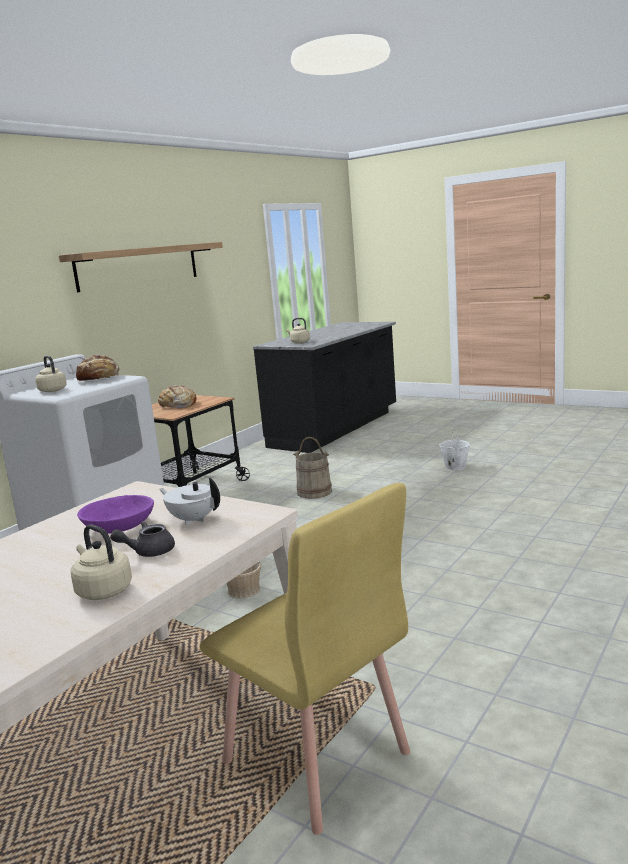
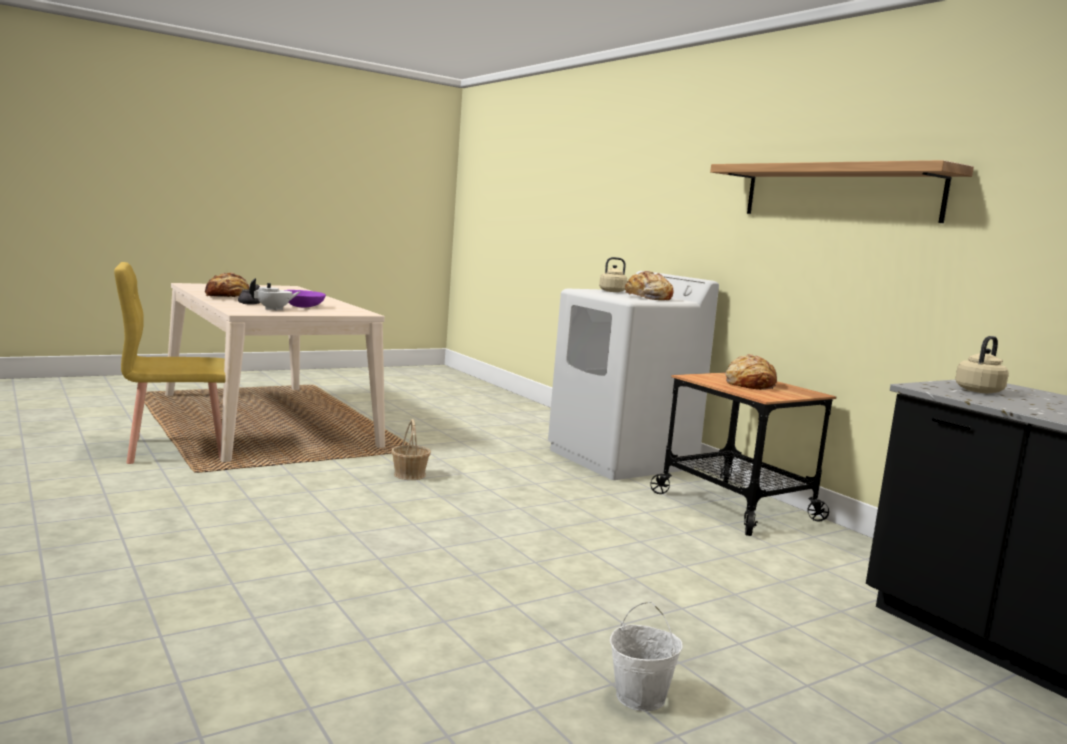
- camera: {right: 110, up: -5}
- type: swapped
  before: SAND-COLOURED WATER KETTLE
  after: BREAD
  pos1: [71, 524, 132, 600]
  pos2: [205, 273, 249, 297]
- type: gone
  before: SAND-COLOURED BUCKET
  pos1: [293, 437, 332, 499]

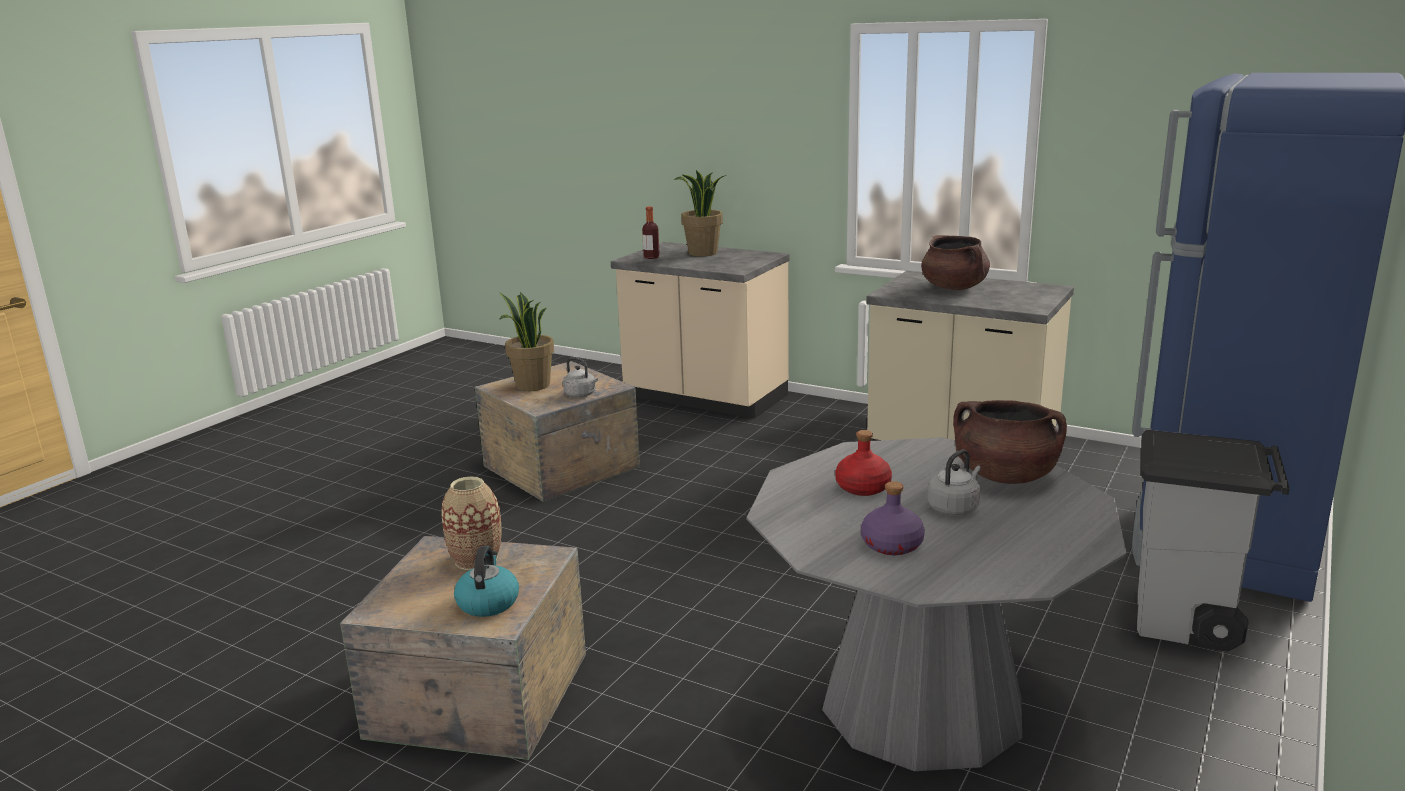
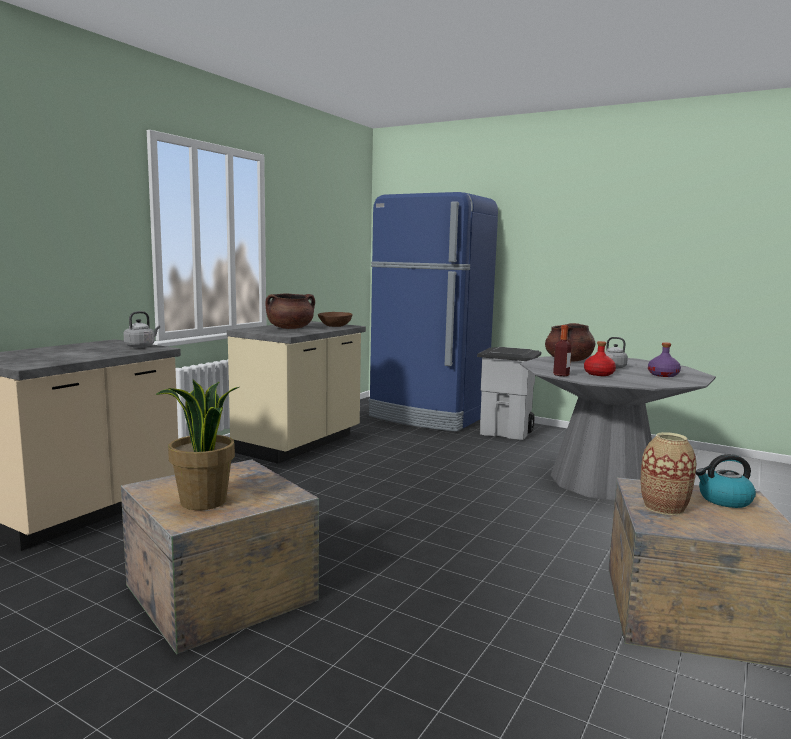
- camera: {right: -90, up: -10}
- type: shifted
  before: GREY WATER KETTLE
  pos1: [563, 357, 598, 397]
  pos2: [123, 311, 160, 348]
- type: shifted
  before: DRINK BOTTLE
  pos1: [642, 206, 660, 259]
  pos2: [553, 325, 571, 376]
- type: gone
  before: POTTED PLANT
  pos1: [673, 170, 726, 257]
- type: new
  after: BROWNISH DEEP DISH
  pos2: [318, 312, 353, 327]

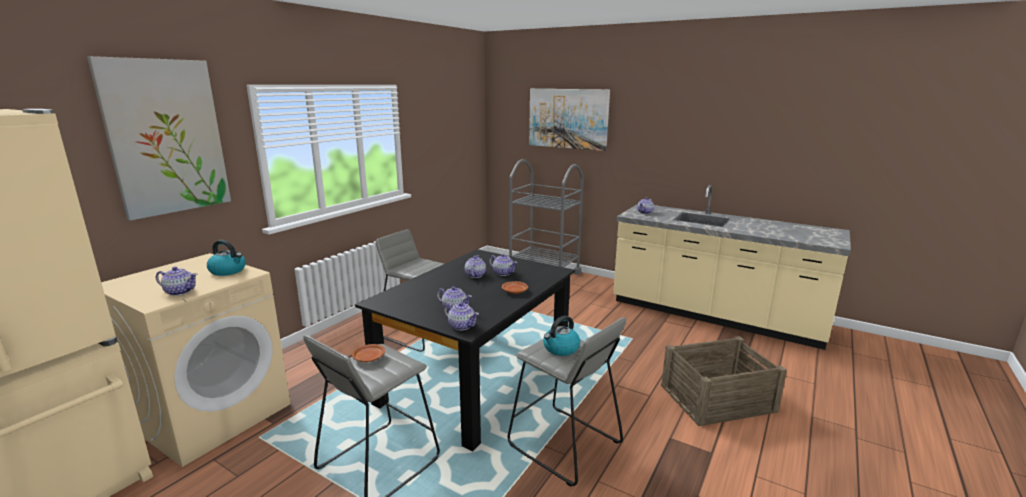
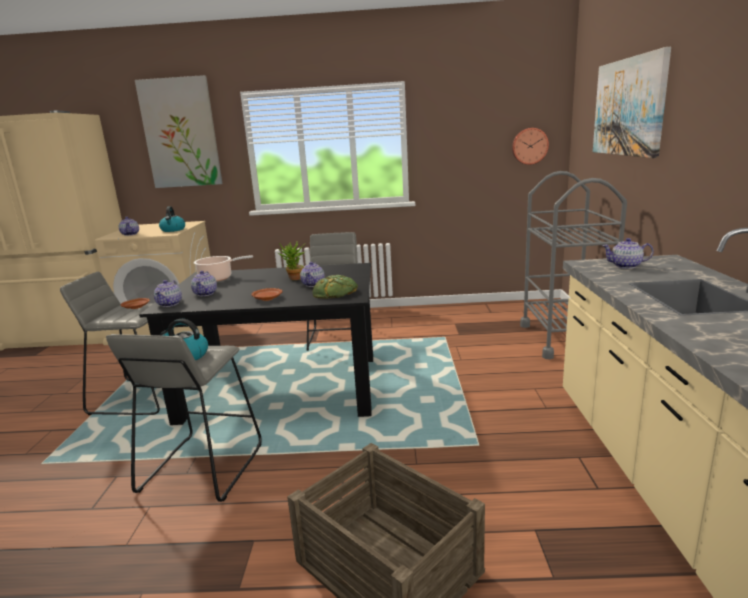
- camera: {right: 60, up: 0}
- type: swapped
  before: TEA POT
  after: POTTED PLANT
  pos1: [465, 255, 486, 278]
  pos2: [277, 241, 305, 280]
- type: new
  after: STOCKPOT
  pos2: [194, 255, 253, 281]
- type: new
  after: BREAD
  pos2: [313, 275, 358, 299]
- type: new
  after: WALL CLOCK
  pos2: [512, 128, 549, 165]

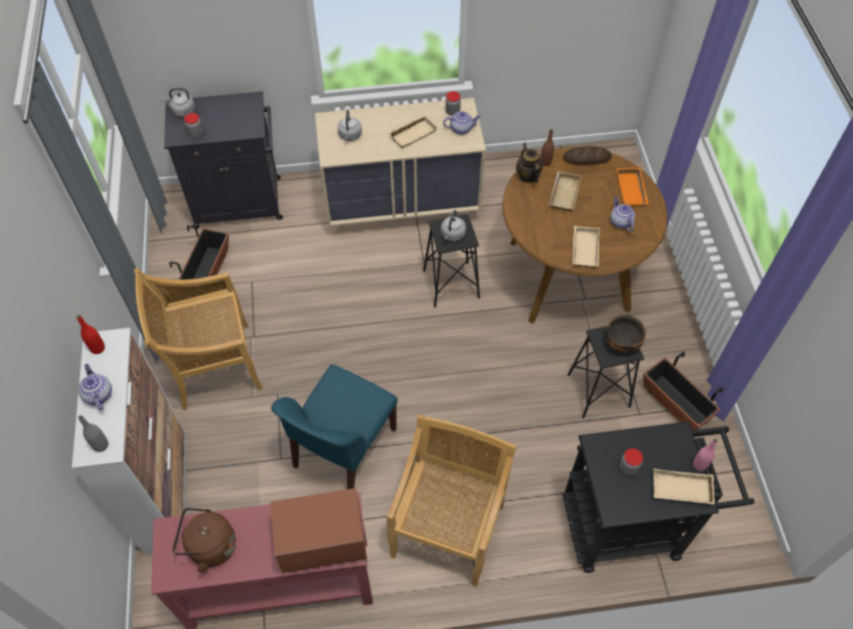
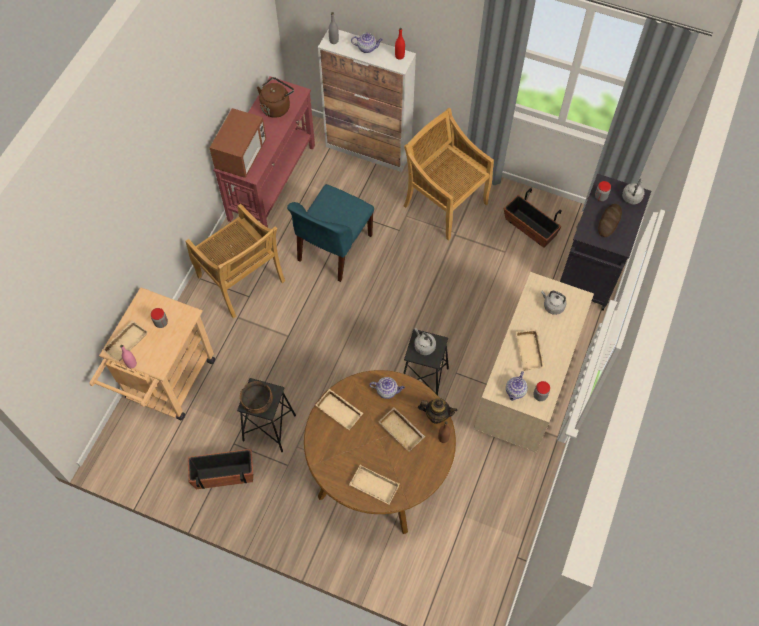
- camera: {right: 120, up: 5}
- type: rotated
  before: SAND-COLOURED CHAIR
  pos1: [134, 268, 263, 410]
  pos2: [404, 108, 494, 241]
  turn: -60
- type: rotated
  before: BLUE-COLOURED CHAIR
  pos1: [271, 364, 398, 489]
  pos2: [287, 184, 374, 282]
  turn: -120
- type: repainted
  before: BLACK WHEELED CART
  after: SAND-COLOURED WHEELED CART
  pos1: [562, 421, 755, 573]
  pos2: [89, 287, 215, 420]
- type: shifted
  before: BREAD
  pos1: [563, 146, 612, 165]
  pos2: [598, 204, 622, 237]
- type: shifted
  before: TEA POT
  pos1: [610, 197, 635, 232]
  pos2: [369, 377, 405, 399]
- type: repainted
  before: ORANGEY SERVING TRAY
  after: SAND-COLOURED SERVING TRAY
  pos1: [617, 168, 649, 207]
  pos2: [349, 465, 400, 505]

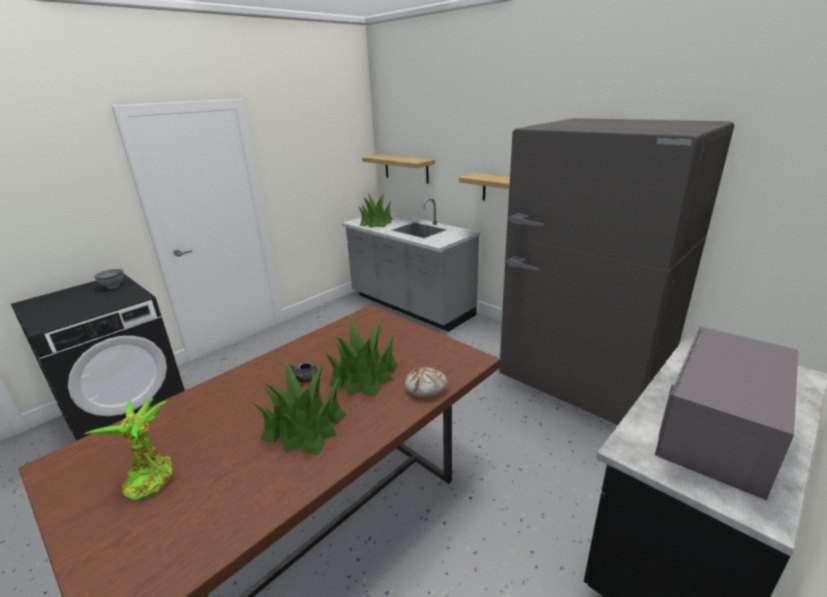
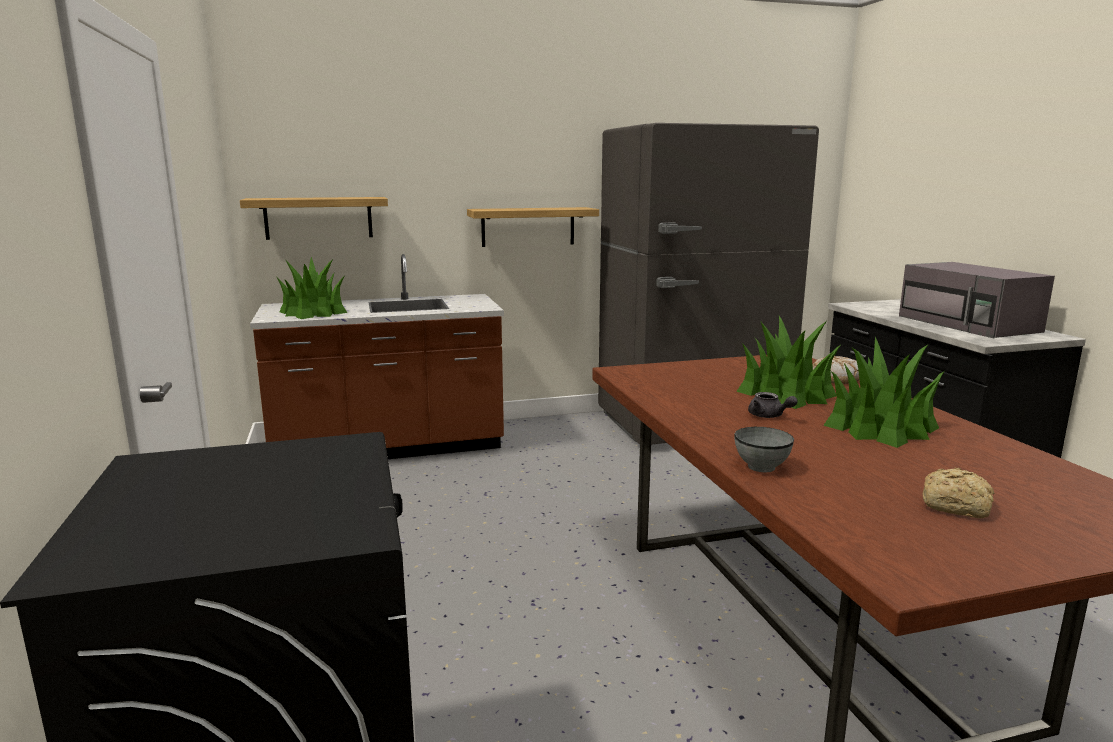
- camera: {right: -60, up: -10}
- type: swapped
  before: POTTED PLANT
  after: BREAD
  pos1: [85, 398, 174, 501]
  pos2: [923, 468, 994, 518]
- type: shifted
  before: GREY DEEP DISH
  pos1: [95, 269, 124, 289]
  pos2: [734, 427, 794, 472]
- type: repainted
  before: GREY KITCHEN BASE UNIT
  after: BROWNISH KITCHEN BASE UNIT
  pos1: [342, 198, 480, 332]
  pos2: [250, 254, 504, 459]

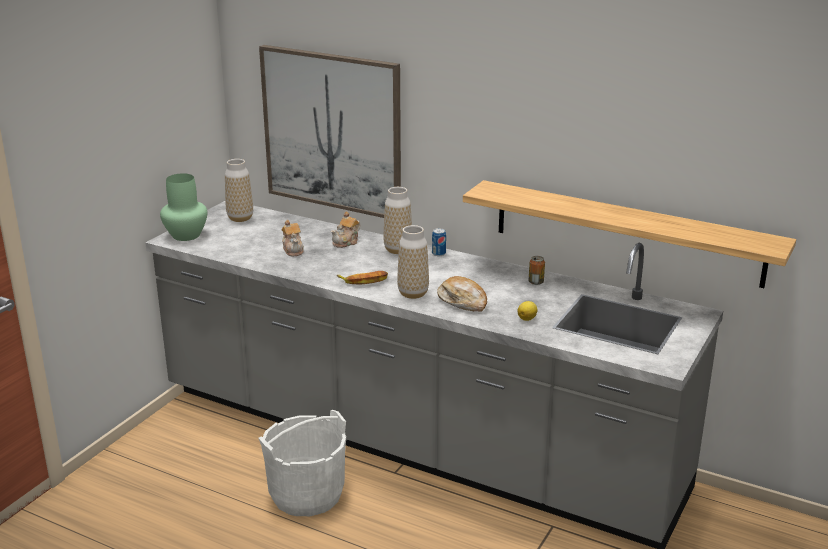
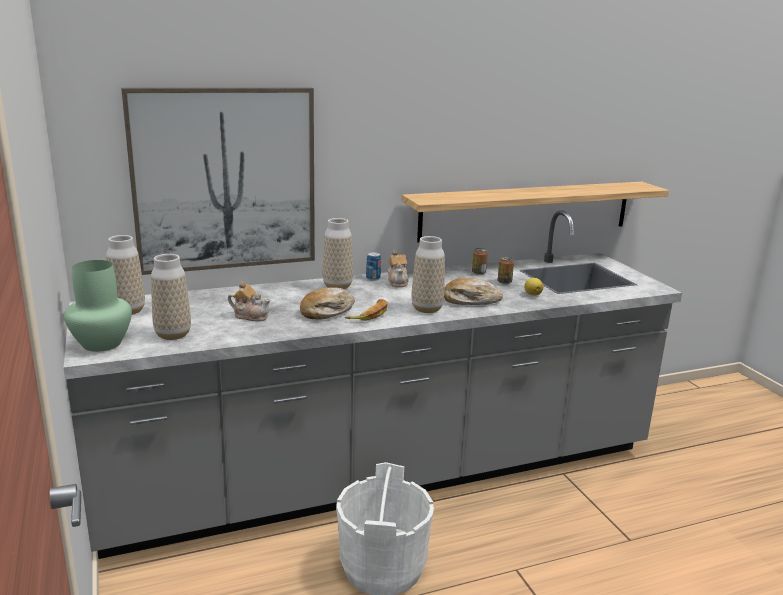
- camera: {right: -50, up: -5}
- type: shifted
  before: TEA POT
  pos1: [331, 212, 360, 248]
  pos2: [388, 250, 409, 287]
- type: new
  after: DECORATIVE VASE
  pos2: [151, 254, 191, 340]
- type: new
  after: BREAD
  pos2: [300, 287, 355, 320]
- type: new
  after: METAL CAN
  pos2: [498, 256, 514, 284]

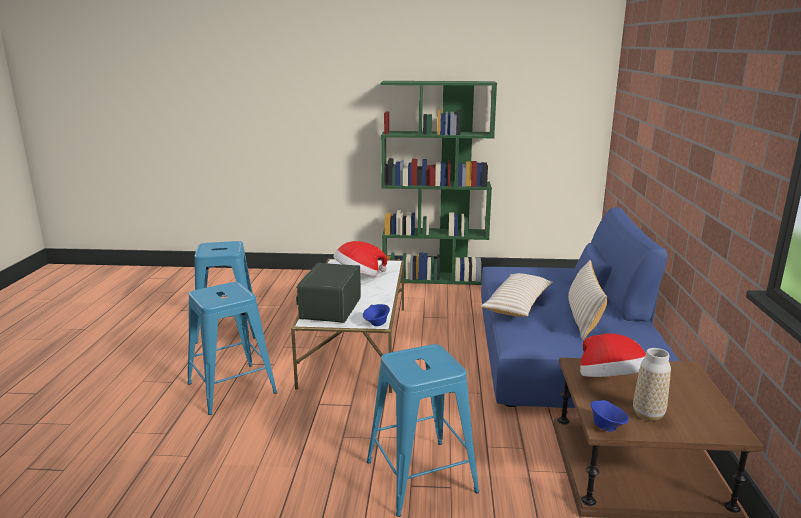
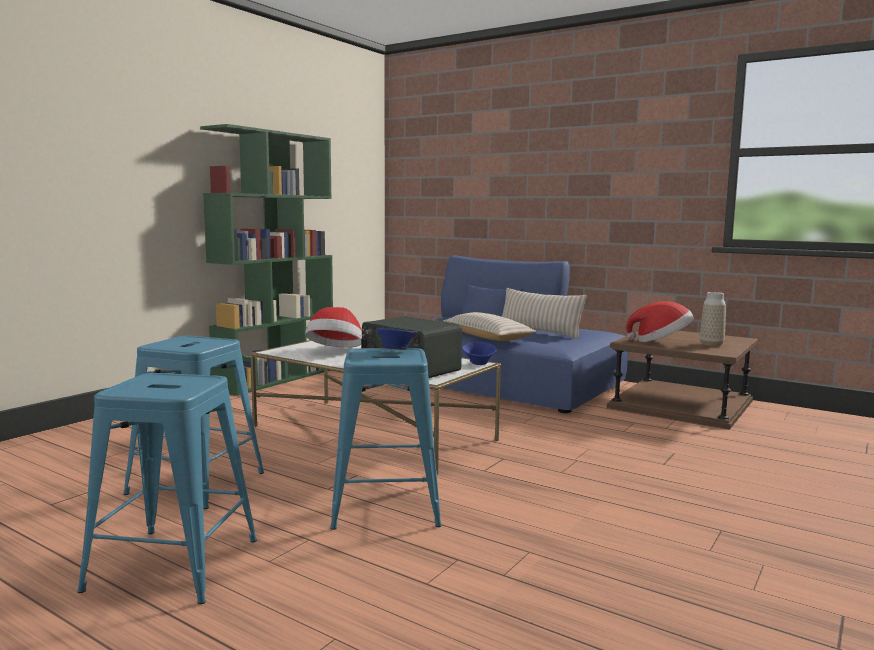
- camera: {right: -60, up: -10}
- type: shifted
  before: BLUE-COLOURED STOOL SEAT
  pos1: [367, 344, 479, 517]
  pos2: [77, 373, 257, 604]
- type: shifted
  before: BLUE-COLOURED DEEP DISH
  pos1: [590, 400, 629, 432]
  pos2: [376, 328, 418, 350]

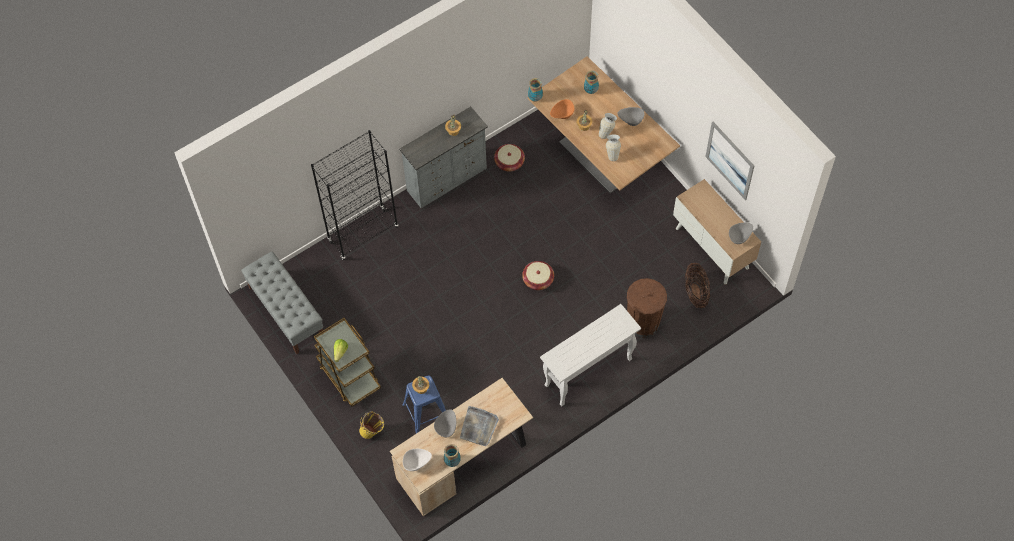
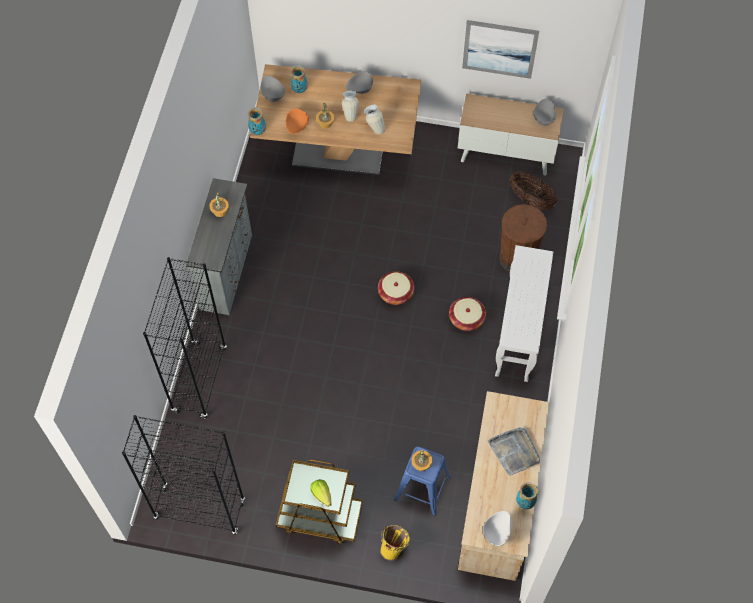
- camera: {right: -45, up: 0}
- type: swapped
  before: GREY LONG SEAT
  after: BLACK SHELVING UNIT
  pos1: [241, 251, 323, 354]
  pos2: [122, 415, 245, 534]
- type: shifted
  before: GREY DEEP DISH
  pos1: [434, 409, 456, 437]
  pos2: [261, 76, 285, 102]
- type: shifted
  before: STORAGE BASKET
  pos1: [494, 144, 525, 171]
  pos2: [449, 297, 486, 331]

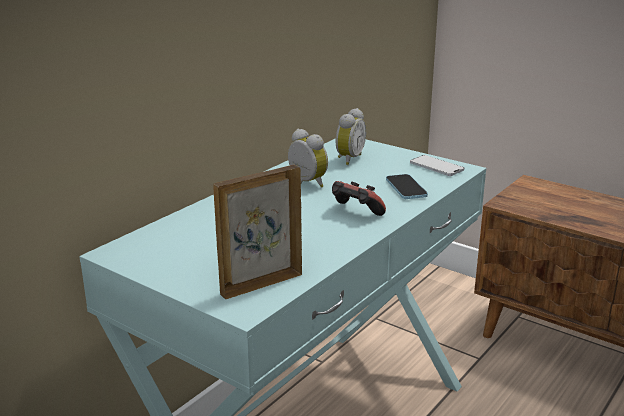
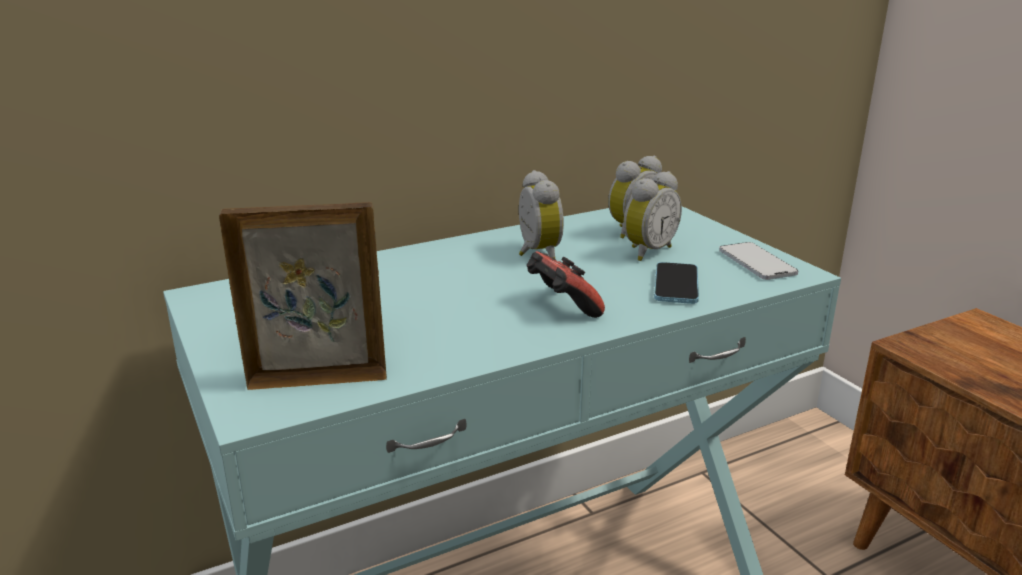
- camera: {right: 25, up: 0}
- type: new
  after: ALARM CLOCK
  pos2: [624, 171, 682, 261]

